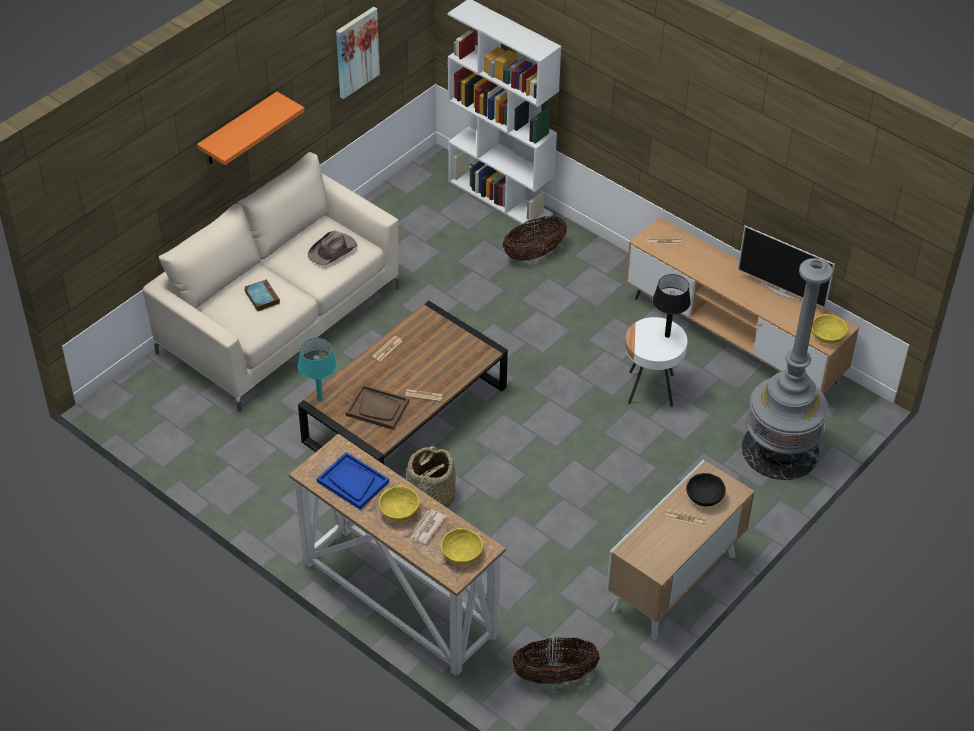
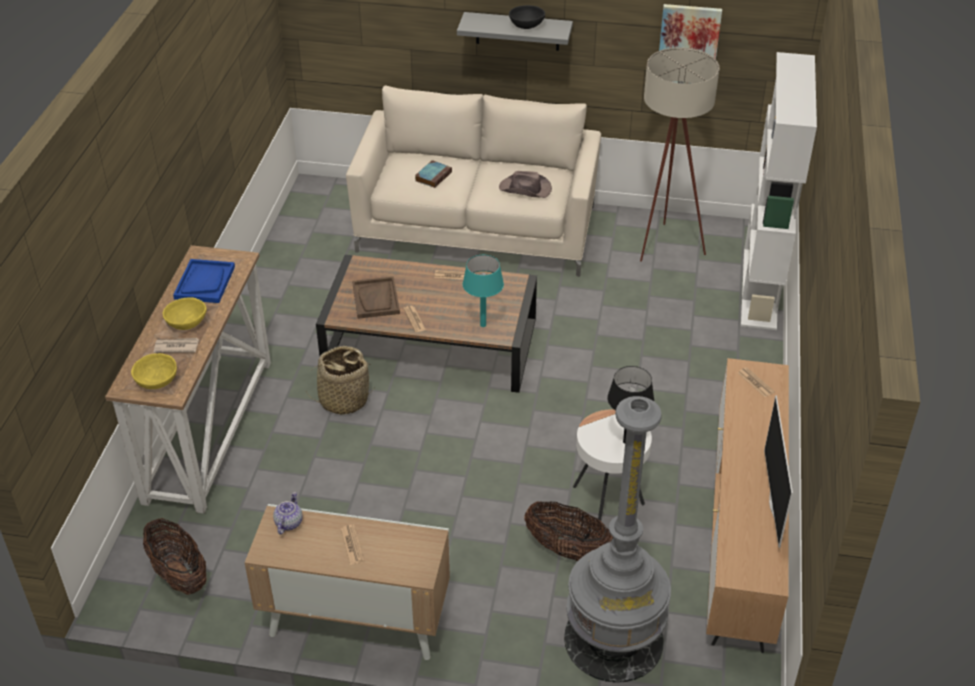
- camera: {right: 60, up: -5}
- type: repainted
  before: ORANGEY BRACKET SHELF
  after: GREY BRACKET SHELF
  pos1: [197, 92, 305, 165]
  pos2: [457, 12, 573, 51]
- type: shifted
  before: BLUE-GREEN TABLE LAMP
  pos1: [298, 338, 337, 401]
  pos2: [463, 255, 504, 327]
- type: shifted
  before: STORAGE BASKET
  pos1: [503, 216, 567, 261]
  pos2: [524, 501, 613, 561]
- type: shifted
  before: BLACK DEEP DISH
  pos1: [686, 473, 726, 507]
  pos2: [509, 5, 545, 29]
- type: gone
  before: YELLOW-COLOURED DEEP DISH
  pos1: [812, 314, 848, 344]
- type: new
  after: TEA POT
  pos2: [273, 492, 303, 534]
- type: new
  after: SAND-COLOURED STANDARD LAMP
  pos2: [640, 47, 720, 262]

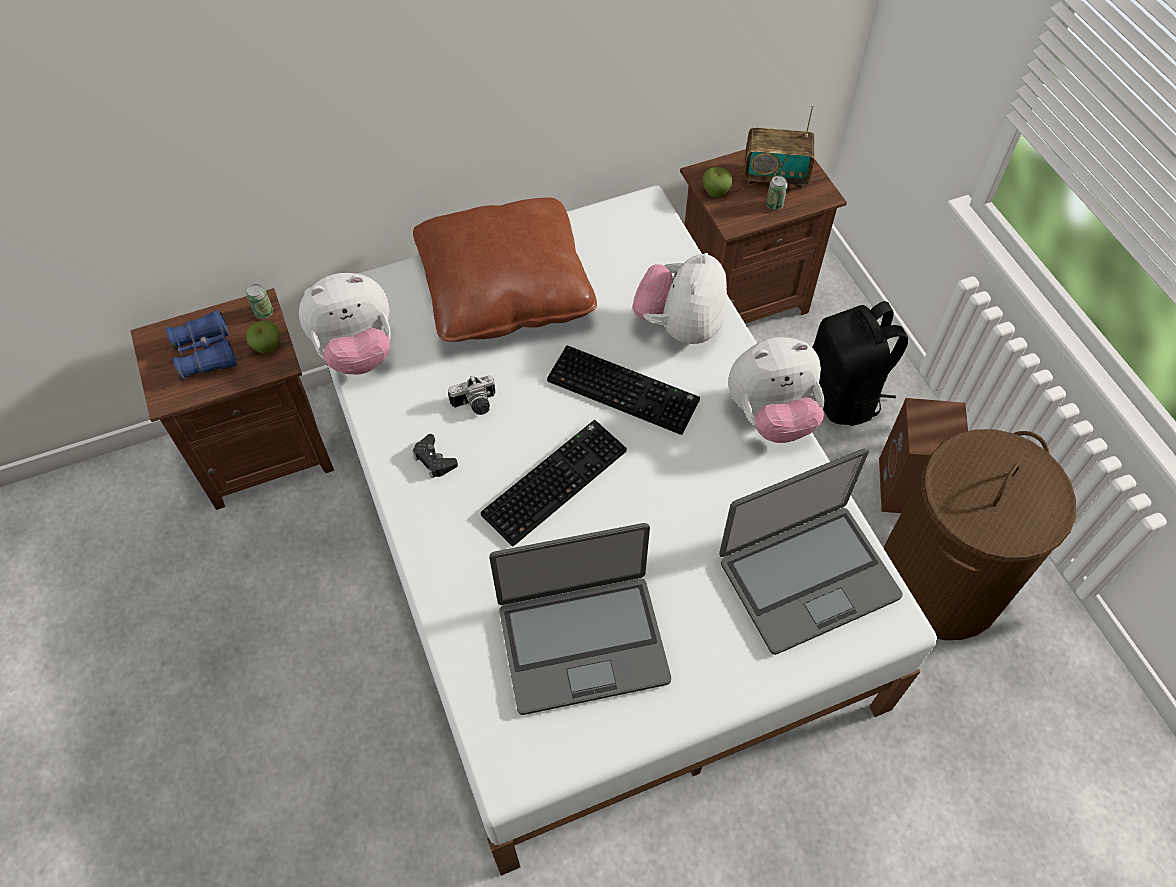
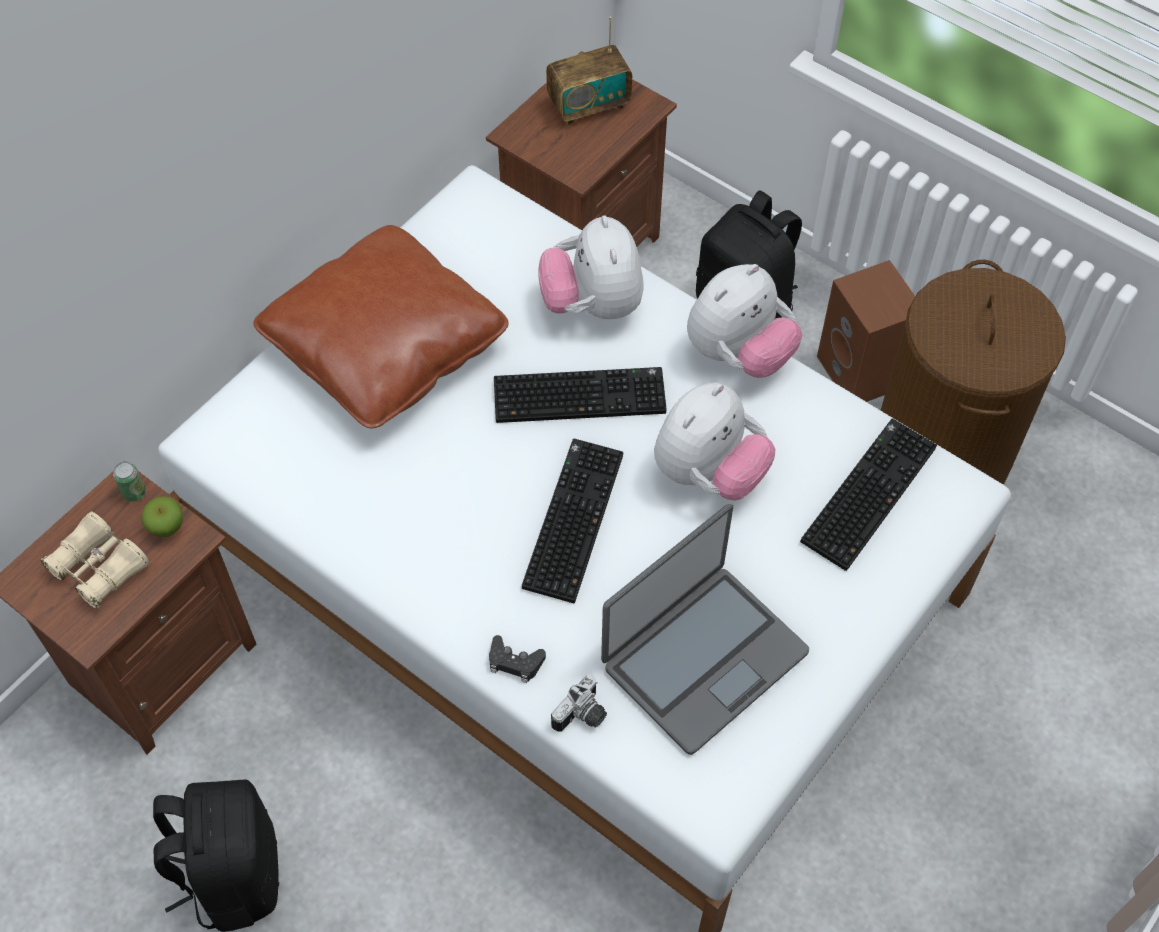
- camera: {right: -30, up: 0}
- type: repainted
  before: BLUE-COLOURED PAIR OF BINOCULARS
  after: SAND-COLOURED PAIR OF BINOCULARS
  pos1: [166, 310, 237, 380]
  pos2: [41, 511, 149, 609]
- type: shifted
  before: SOFT TOY
  pos1: [299, 273, 391, 374]
  pos2: [654, 383, 776, 500]
- type: shifted
  before: BLACK GAME CONTROLLER
  pos1: [413, 434, 458, 478]
  pos2: [489, 635, 546, 683]
- type: shifted
  before: PHOTO CAMERA
  pos1: [448, 375, 495, 415]
  pos2: [551, 674, 607, 732]
- type: gone
  before: APPLE FRUIT
  pos1: [703, 167, 733, 197]
- type: swapped
  before: PORTABLE COMPUTER
  after: PC KEYBOARD
  pos1: [719, 449, 903, 655]
  pos2: [800, 418, 937, 571]
- type: gone
  before: METAL CAN
  pos1: [766, 176, 788, 210]
- type: new
  after: BLACK KNAPSACK
  pos2: [153, 780, 279, 932]

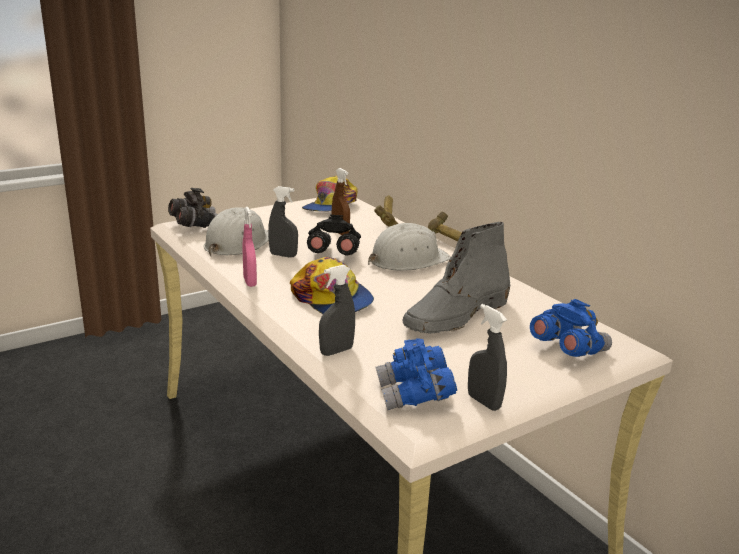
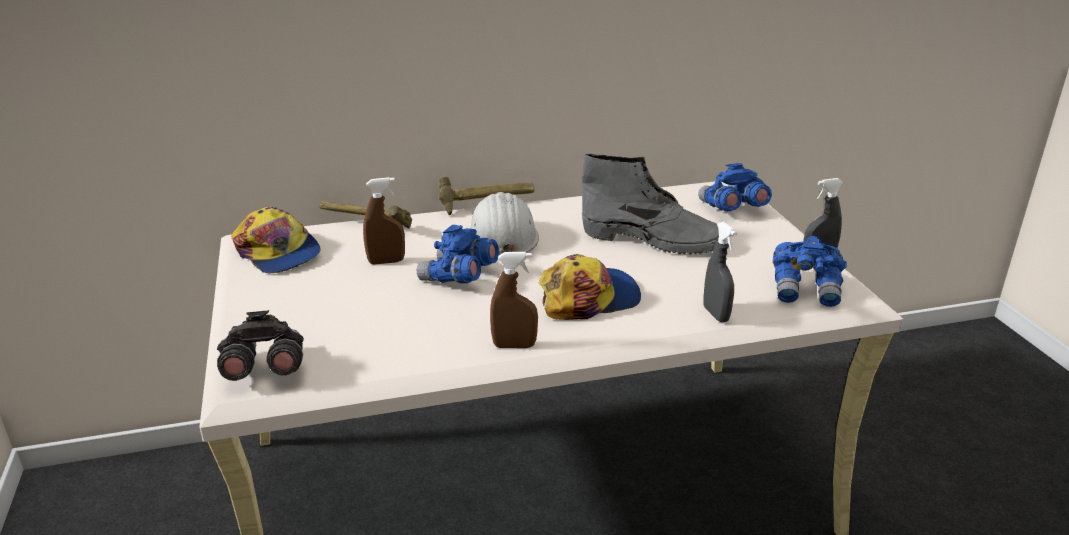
- camera: {right: -70, up: 5}
- type: gone
  before: WHITE-COLOURED HARD HAT
  pos1: [203, 207, 269, 256]
- type: repainted
  before: PINKISH HAND SPRAYER
  after: BROWNISH HAND SPRAYER
  pos1: [243, 207, 257, 287]
  pos2: [490, 252, 538, 348]
- type: gone
  before: GREY HAND SPRAYER
  pos1: [268, 186, 298, 258]
- type: repainted
  before: BLACK PAIR OF BINOCULARS
  after: BLUE-COLOURED PAIR OF BINOCULARS
  pos1: [307, 215, 361, 256]
  pos2: [416, 225, 500, 284]
- type: rotated
  before: GREY TALL BOOT
  pos1: [402, 222, 510, 334]
  pos2: [582, 154, 719, 254]
  turn: -45

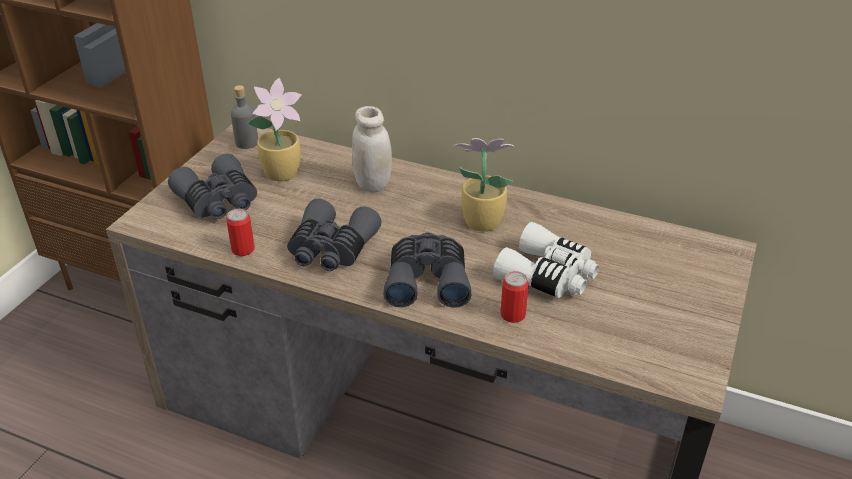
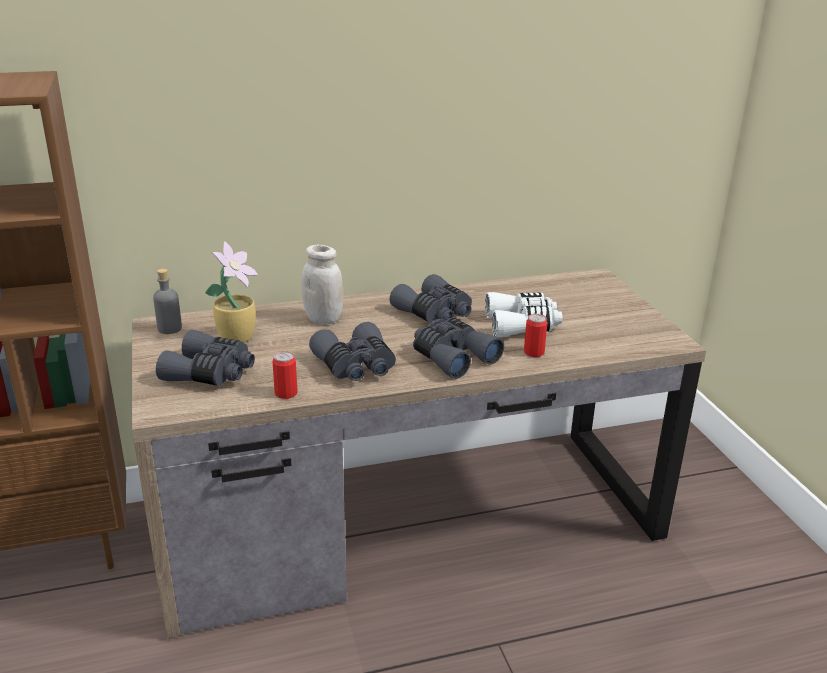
- camera: {right: -40, up: -10}
- type: swapped
  before: POTTED PLANT
  after: GREY PAIR OF BINOCULARS
  pos1: [454, 138, 514, 231]
  pos2: [390, 274, 472, 323]

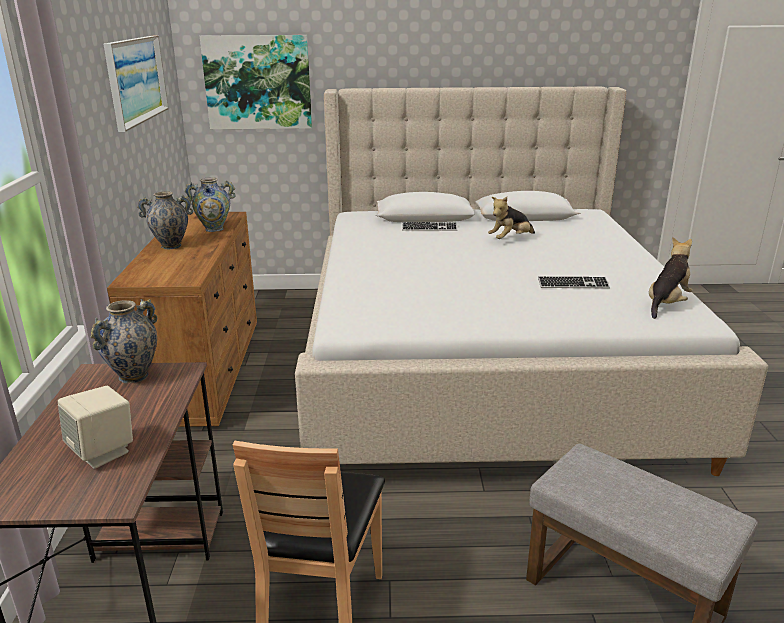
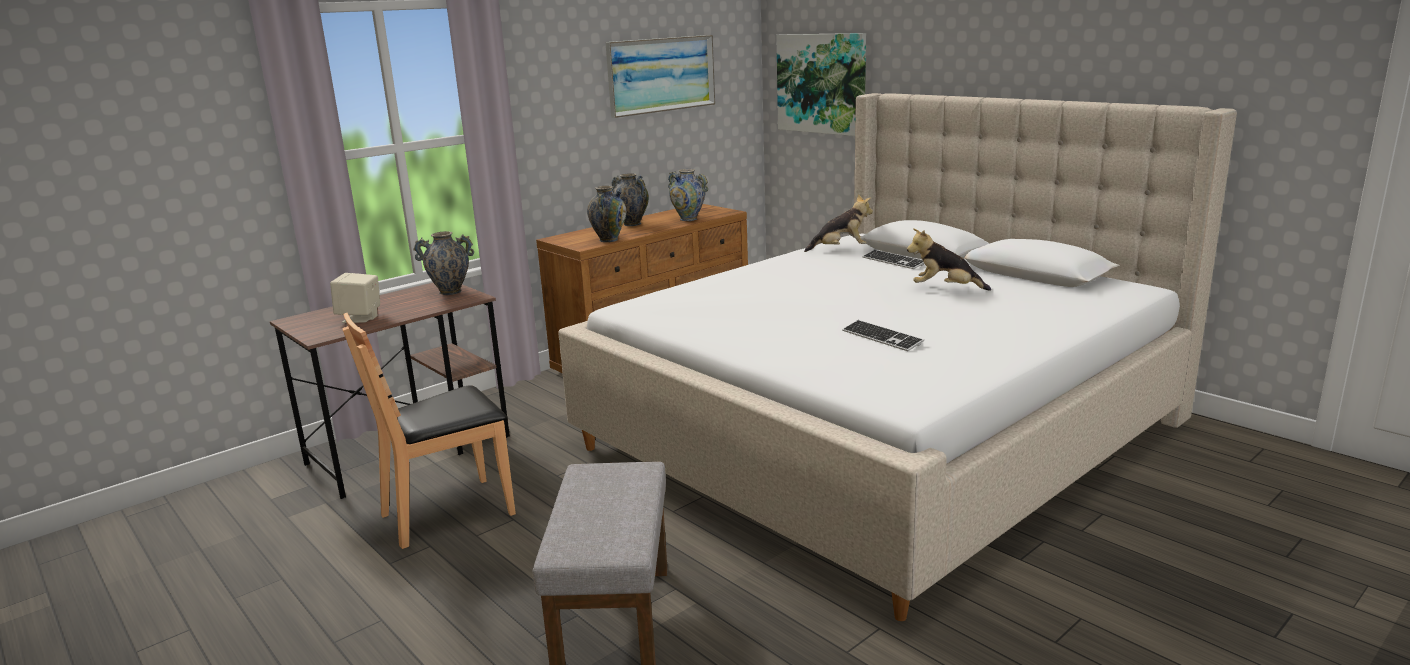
- camera: {right: 50, up: -5}
- type: shifted
  before: SOFT TOY
  pos1: [649, 237, 692, 319]
  pos2: [804, 194, 873, 252]
- type: new
  after: DECORATIVE VASE
  pos2: [587, 186, 626, 242]

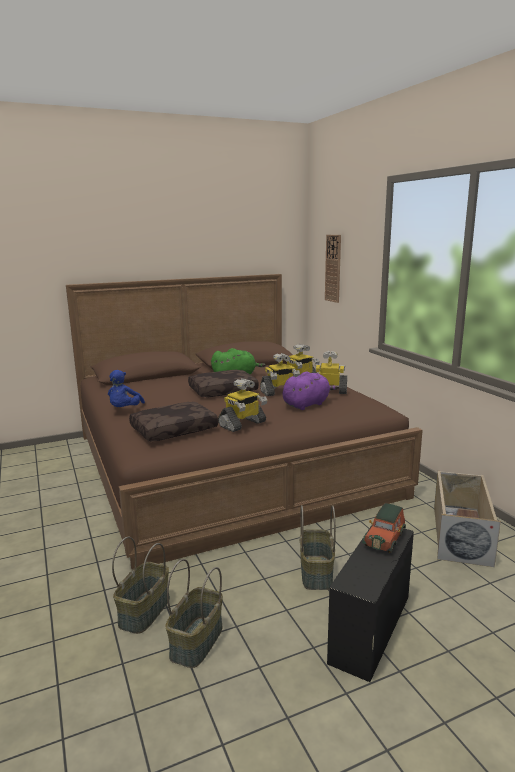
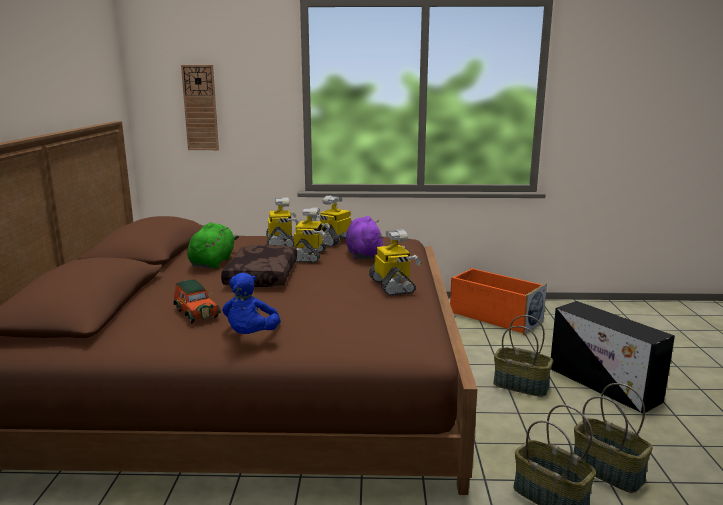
- camera: {right: -65, up: 0}
- type: rotated
  before: BLUE-COLOURED SOFT TOY
  pos1: [108, 370, 145, 407]
  pos2: [222, 273, 281, 334]
  turn: 60
- type: gone
  before: BROWNISH PILLOW
  pos1: [129, 402, 218, 442]
- type: shifted
  before: MINIATURE CAR
  pos1: [362, 503, 406, 553]
  pos2: [173, 279, 221, 323]
- type: repainted
  before: SAND-COLOURED STORAGE BOX
  after: ORANGEY STORAGE BOX
  pos1: [434, 470, 501, 567]
  pos2: [450, 268, 547, 335]

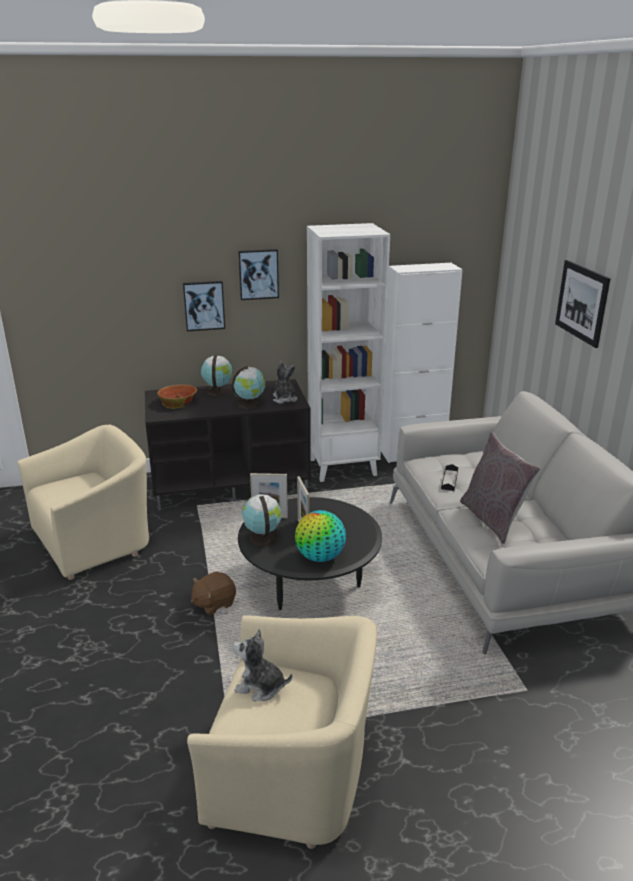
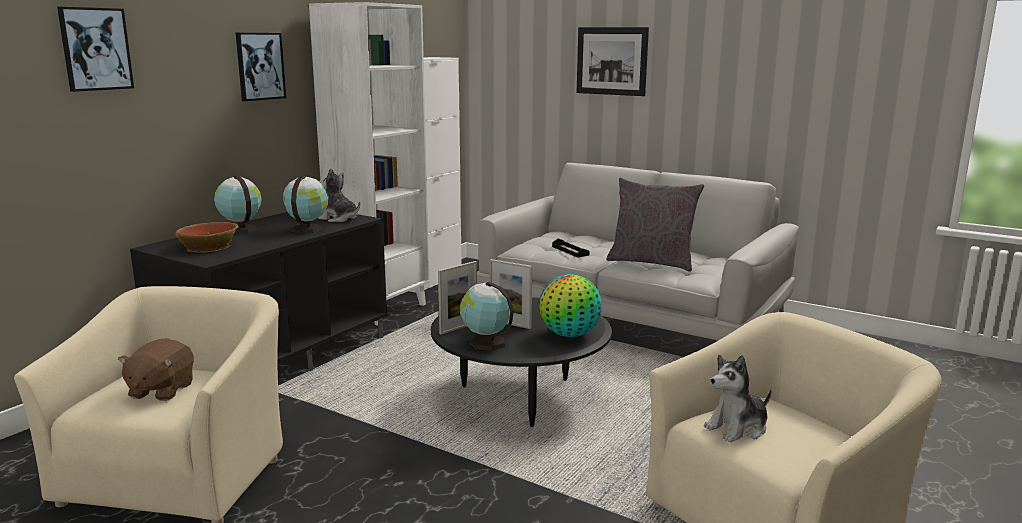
- camera: {right: -45, up: -10}
- type: shifted
  before: WALL PICTURE
  pos1: [183, 281, 225, 331]
  pos2: [57, 7, 134, 92]
- type: shifted
  before: BROWNISH SOFT TOY
  pos1: [191, 571, 236, 615]
  pos2: [118, 338, 194, 401]

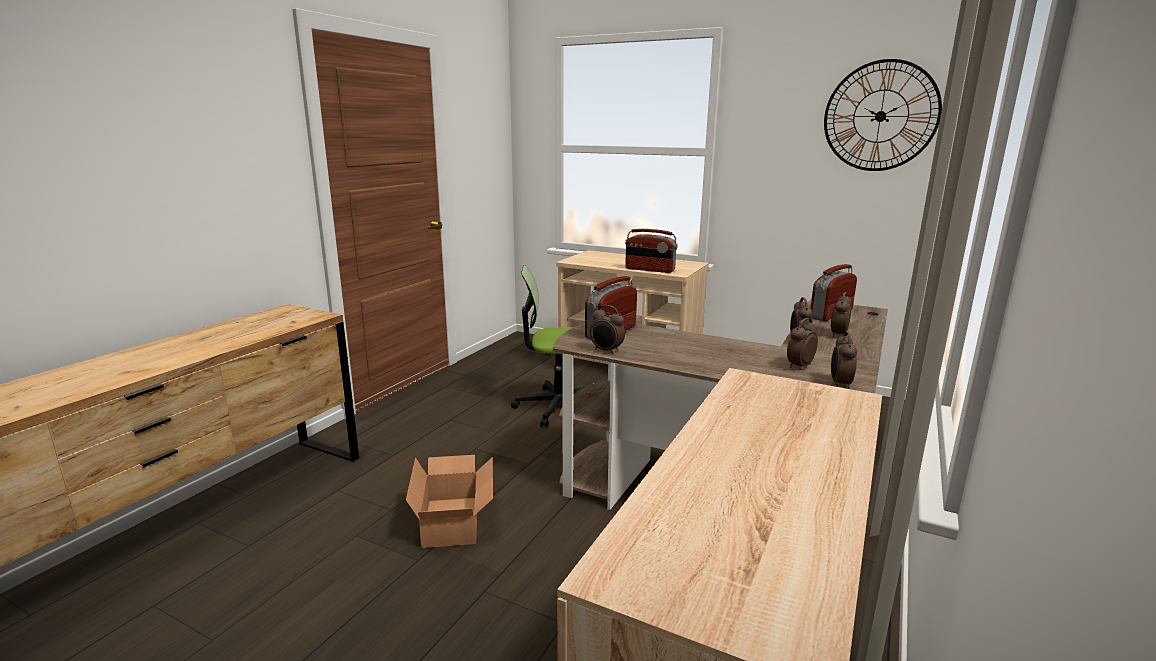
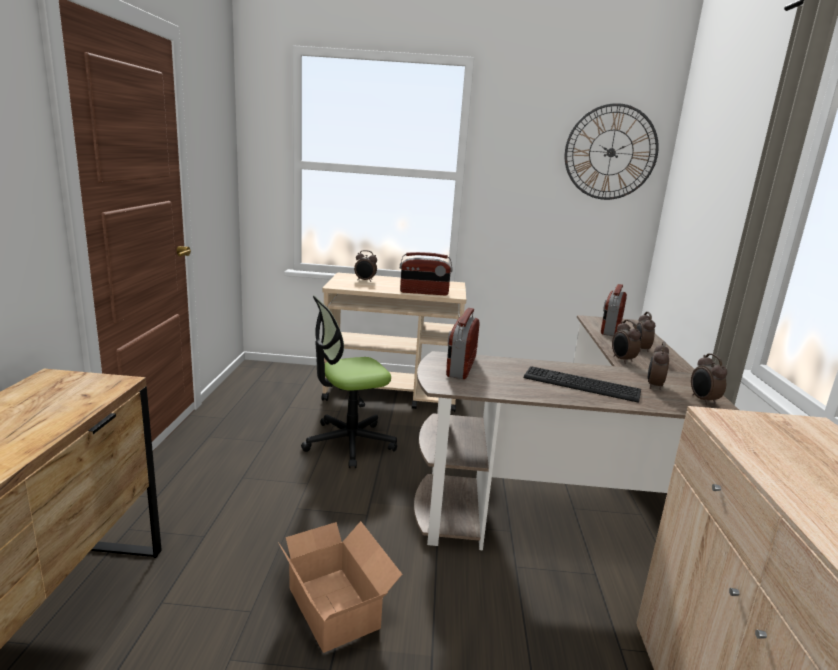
- camera: {right: -25, up: 0}
- type: shifted
  before: ALARM CLOCK
  pos1: [590, 305, 625, 354]
  pos2: [354, 250, 377, 282]
- type: new
  after: PC KEYBOARD
  pos2: [524, 366, 641, 403]

